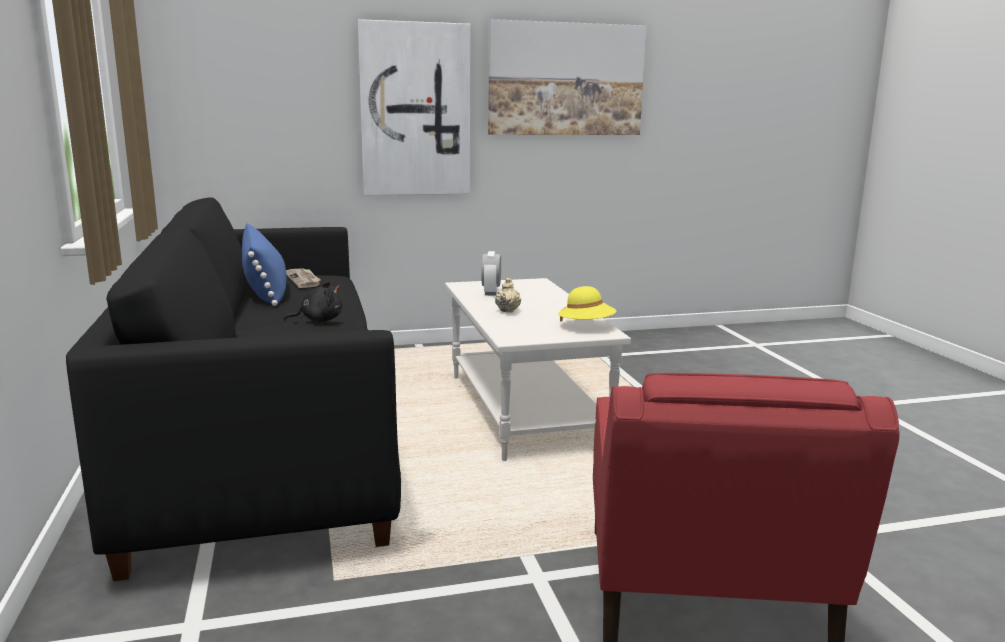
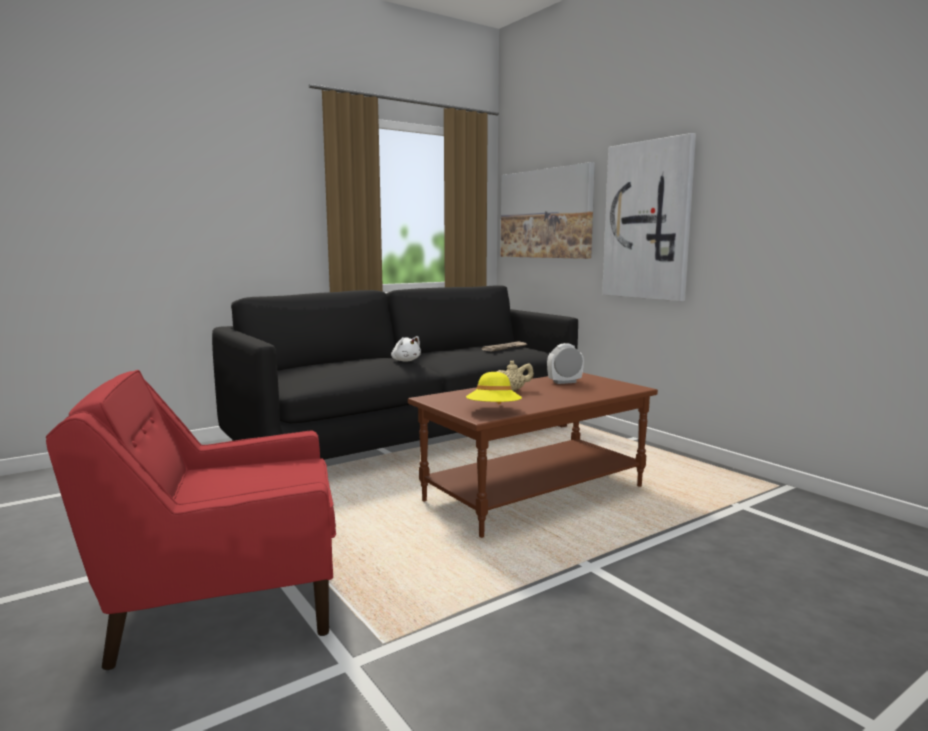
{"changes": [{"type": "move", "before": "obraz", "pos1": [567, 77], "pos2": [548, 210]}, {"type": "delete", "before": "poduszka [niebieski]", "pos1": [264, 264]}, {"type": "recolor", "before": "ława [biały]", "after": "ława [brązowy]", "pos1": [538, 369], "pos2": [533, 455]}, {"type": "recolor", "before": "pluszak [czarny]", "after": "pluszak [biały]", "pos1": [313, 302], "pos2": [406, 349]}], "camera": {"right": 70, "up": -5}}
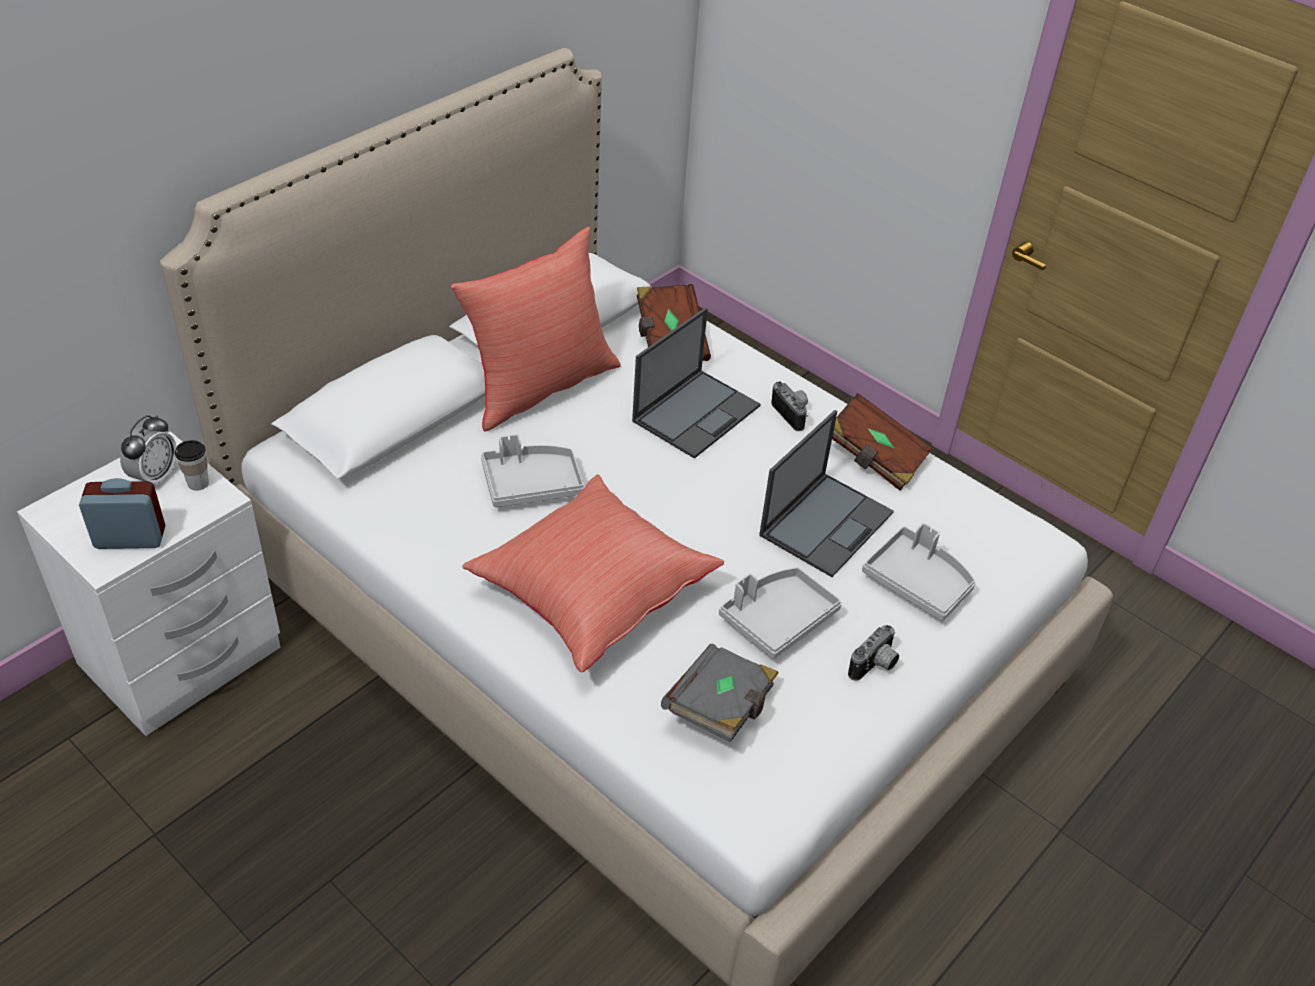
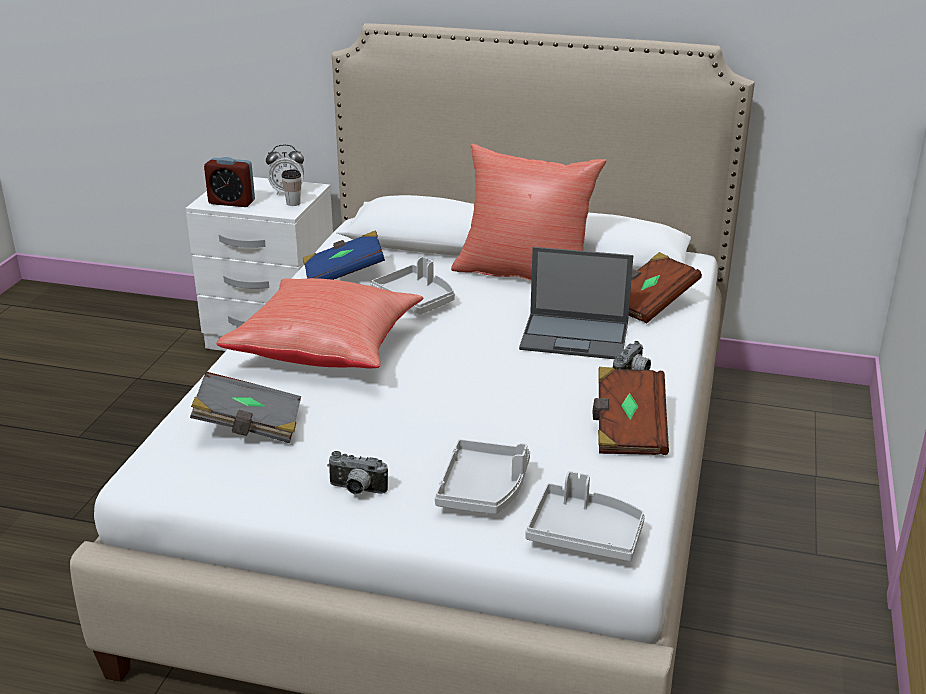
{"changes": [{"type": "delete", "before": "laptop", "pos1": [826, 493]}, {"type": "rotate", "before": "budzik", "pos1": [122, 513], "pos2": [229, 182], "turn": 135}, {"type": "move", "before": "taca [szary]", "pos1": [780, 613], "pos2": [585, 516]}, {"type": "insert", "after": "książka [niebieski]", "pos2": [344, 255]}], "camera": {"right": 65, "up": -15}}
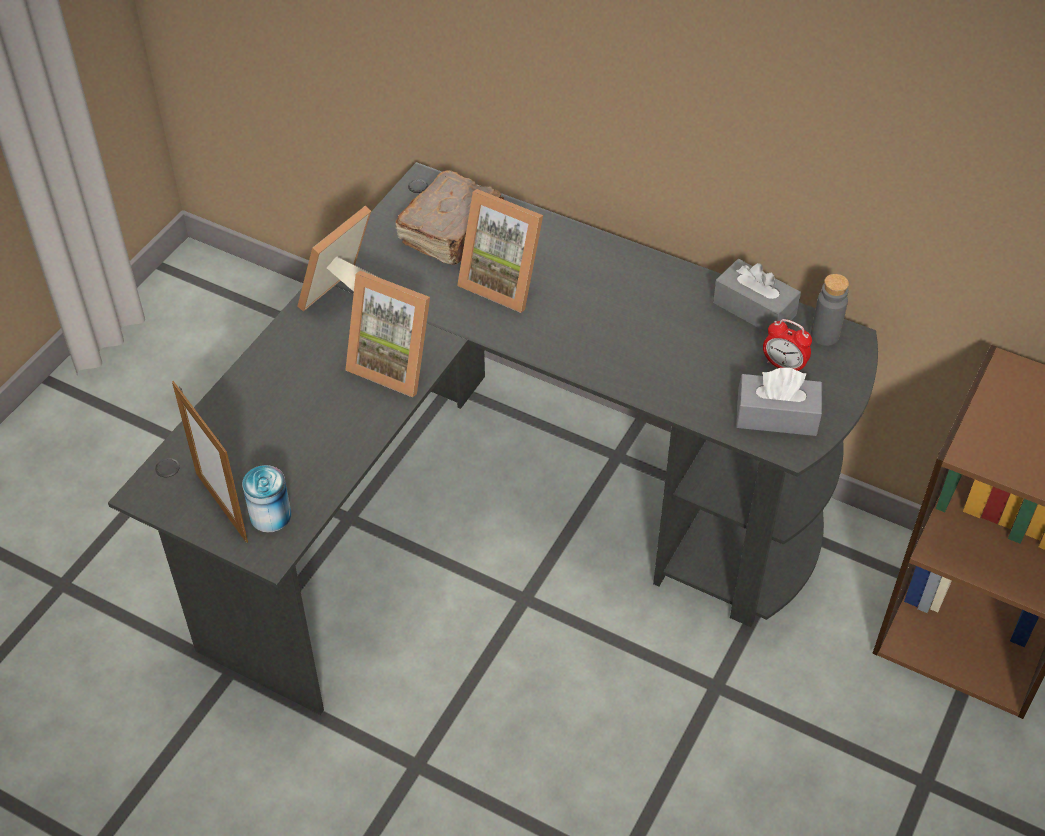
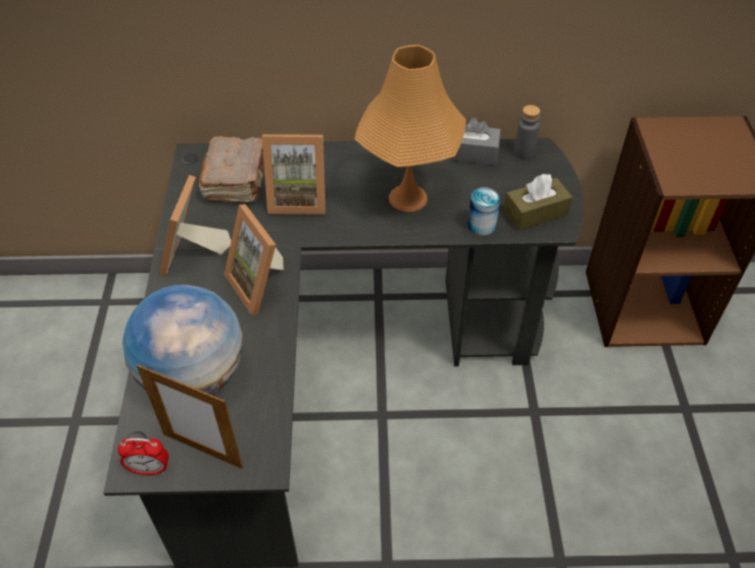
{"changes": [{"type": "rotate", "before": "ramka na zdjęcie", "pos1": [388, 334], "pos2": [254, 259], "turn": 60}, {"type": "move", "before": "budzik", "pos1": [787, 345], "pos2": [143, 456]}, {"type": "recolor", "before": "pudełko chusteczek [szary]", "after": "pudełko chusteczek [brązowy]", "pos1": [779, 402], "pos2": [538, 202]}, {"type": "move", "before": "puszka", "pos1": [266, 499], "pos2": [484, 211]}, {"type": "insert", "after": "lampa stołowa [pomarańczowy]", "pos2": [410, 128]}, {"type": "insert", "after": "globus", "pos2": [182, 339]}], "camera": {"right": -30, "up": 0}}
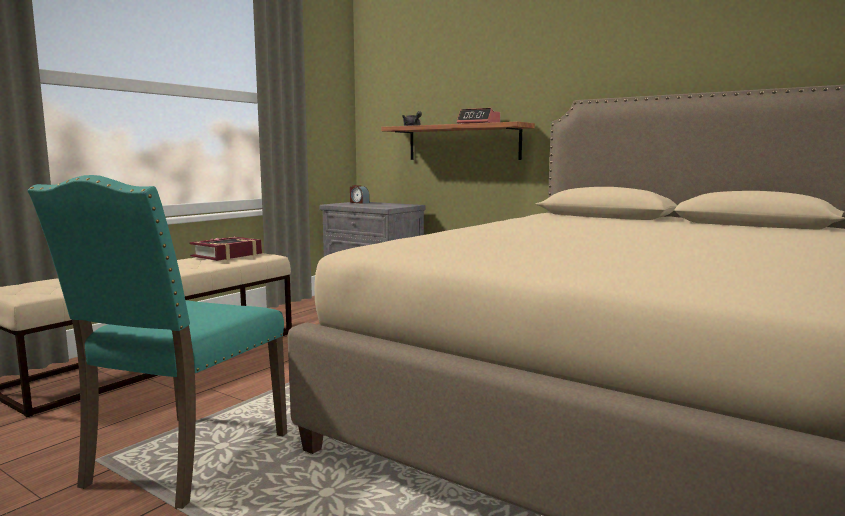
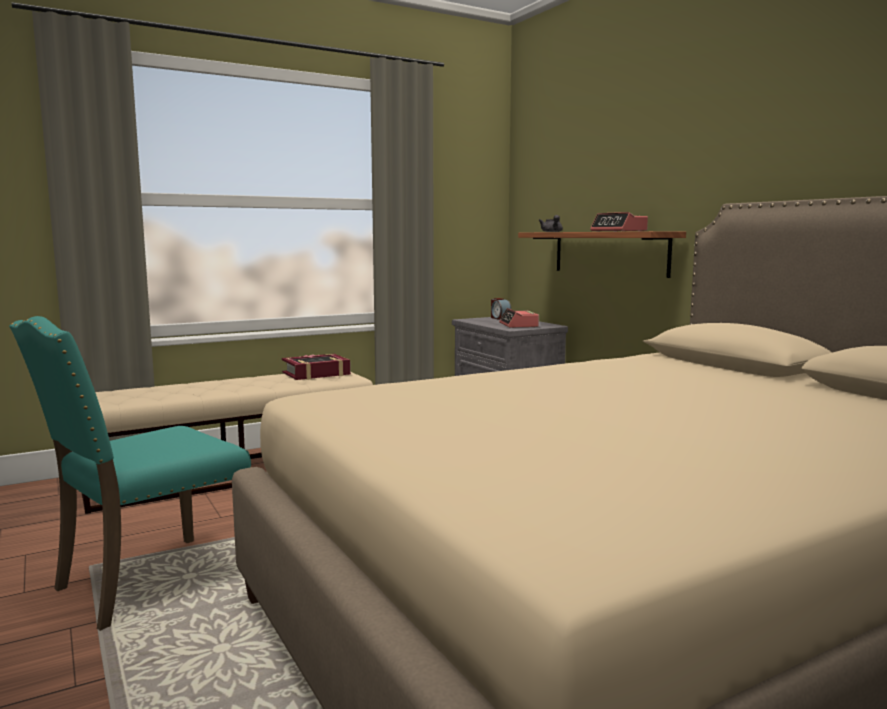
{"changes": [{"type": "insert", "after": "budzik", "pos2": [519, 318]}], "camera": {"right": 25, "up": 0}}
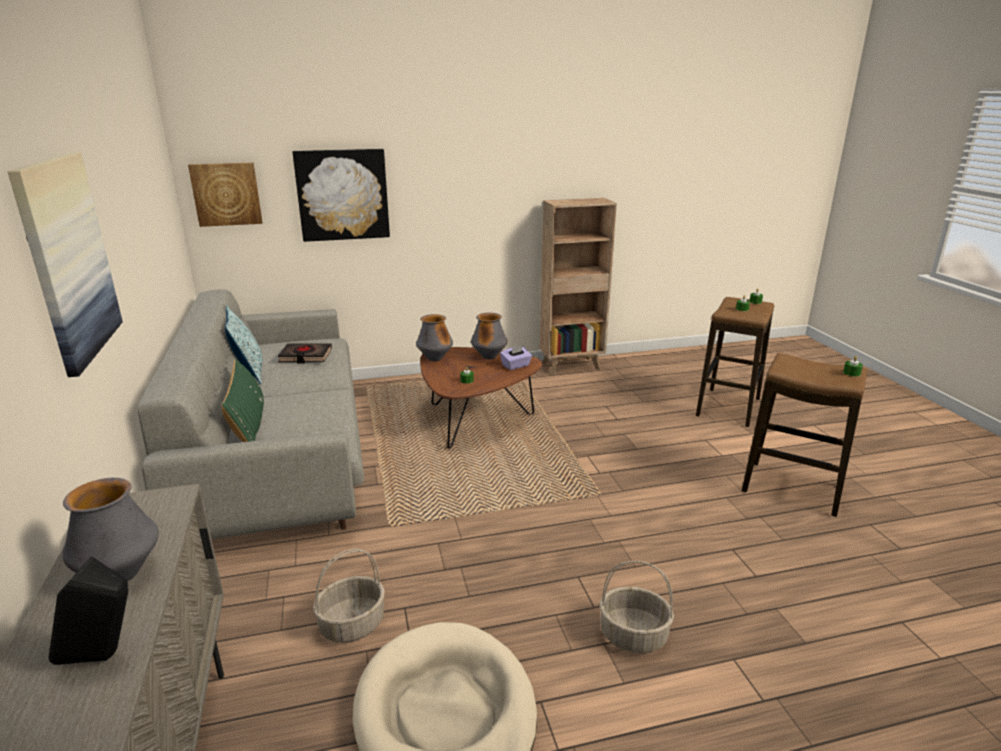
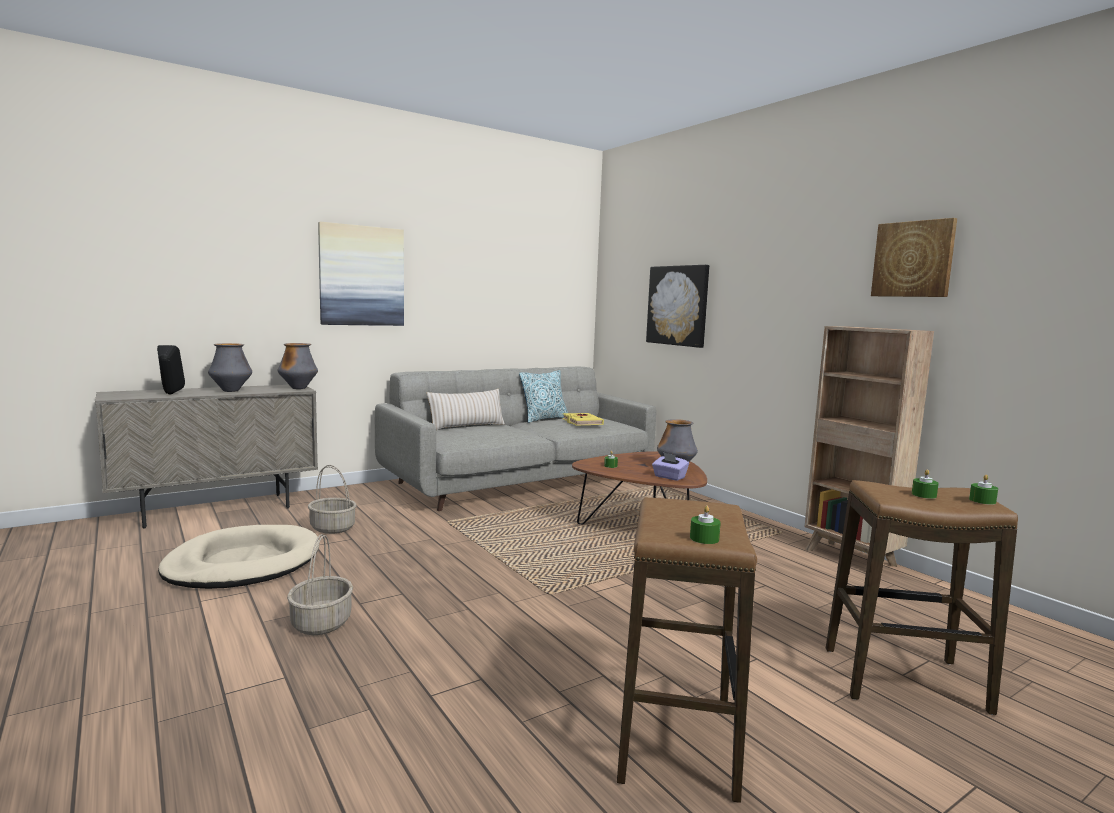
{"changes": [{"type": "move", "before": "obraz", "pos1": [225, 195], "pos2": [914, 257]}, {"type": "move", "before": "wazon", "pos1": [434, 338], "pos2": [298, 366]}, {"type": "recolor", "before": "książka [czarny]", "after": "książka [żółty]", "pos1": [305, 353], "pos2": [583, 419]}, {"type": "recolor", "before": "poduszka [zielony]", "after": "poduszka [beżowy]", "pos1": [242, 400], "pos2": [466, 409]}], "camera": {"right": 70, "up": -15}}
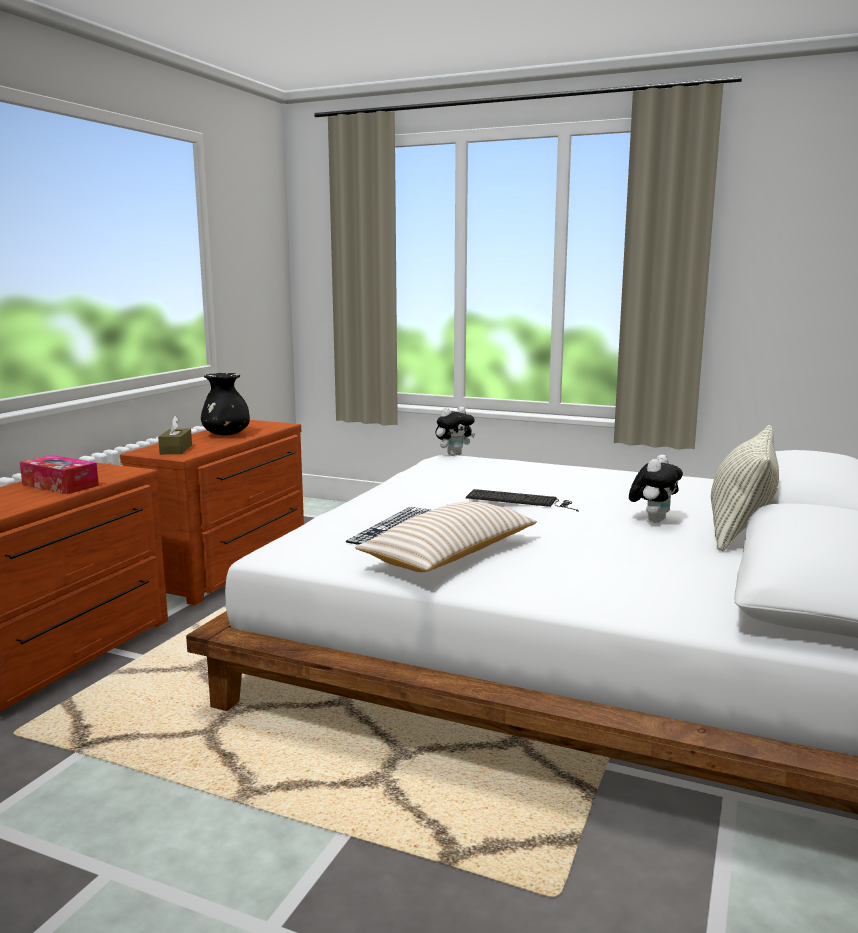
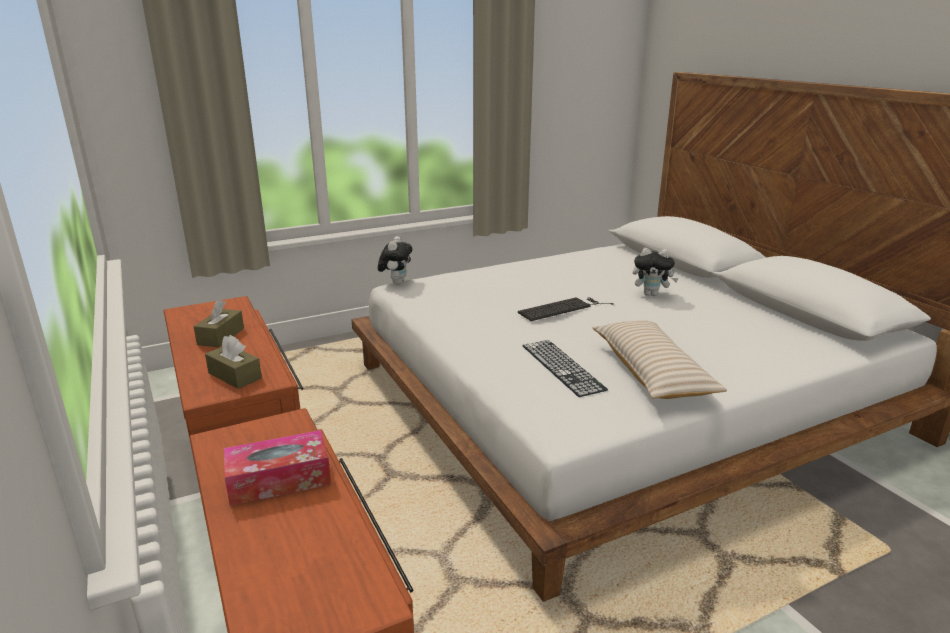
{"changes": [{"type": "replace", "before": "wazon [czarny]", "after": "pudełko chusteczek [brązowy]", "pos1": [225, 404], "pos2": [219, 323]}, {"type": "delete", "before": "poduszka", "pos1": [745, 488]}, {"type": "rotate", "before": "pluszak", "pos1": [656, 489], "pos2": [656, 272], "turn": 120}], "camera": {"right": -50, "up": 10}}
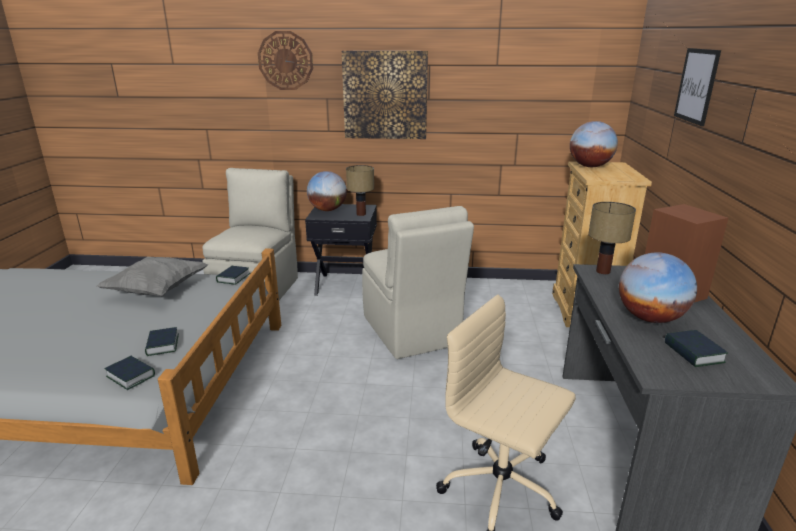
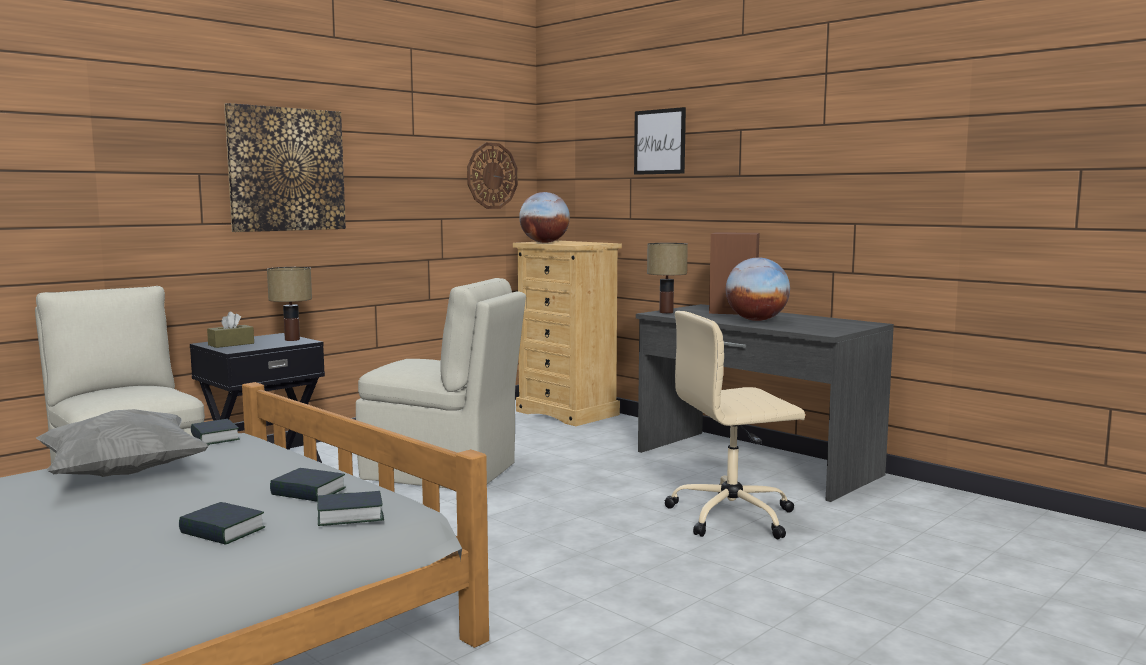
{"changes": [{"type": "move", "before": "zegar ścienny", "pos1": [285, 60], "pos2": [492, 176]}, {"type": "replace", "before": "globus", "after": "pudełko chusteczek [brązowy]", "pos1": [327, 191], "pos2": [230, 330]}, {"type": "move", "before": "książka", "pos1": [696, 348], "pos2": [222, 523]}], "camera": {"right": -50, "up": -15}}
